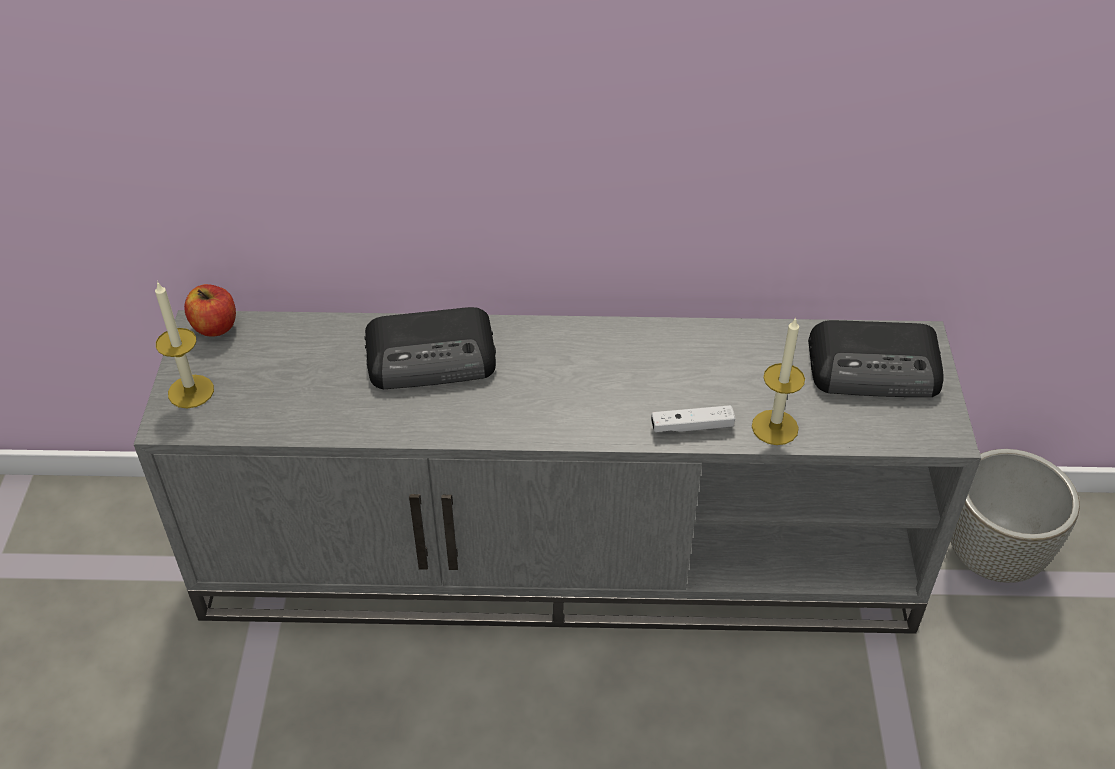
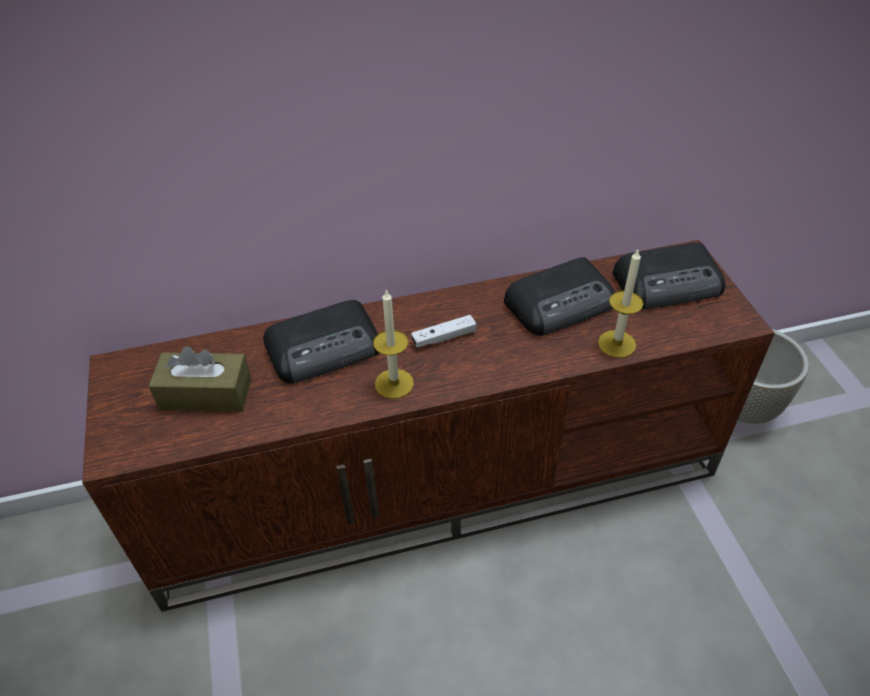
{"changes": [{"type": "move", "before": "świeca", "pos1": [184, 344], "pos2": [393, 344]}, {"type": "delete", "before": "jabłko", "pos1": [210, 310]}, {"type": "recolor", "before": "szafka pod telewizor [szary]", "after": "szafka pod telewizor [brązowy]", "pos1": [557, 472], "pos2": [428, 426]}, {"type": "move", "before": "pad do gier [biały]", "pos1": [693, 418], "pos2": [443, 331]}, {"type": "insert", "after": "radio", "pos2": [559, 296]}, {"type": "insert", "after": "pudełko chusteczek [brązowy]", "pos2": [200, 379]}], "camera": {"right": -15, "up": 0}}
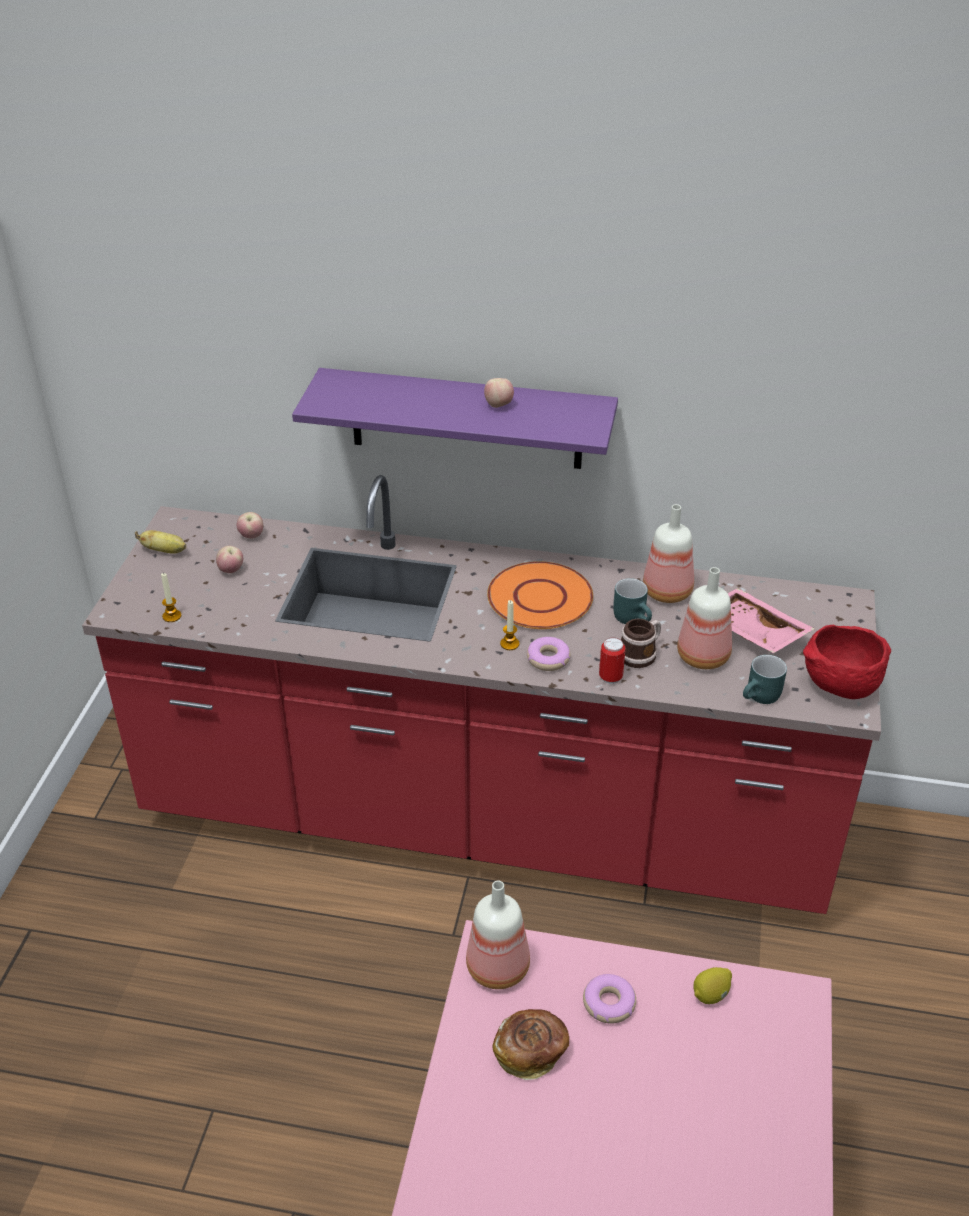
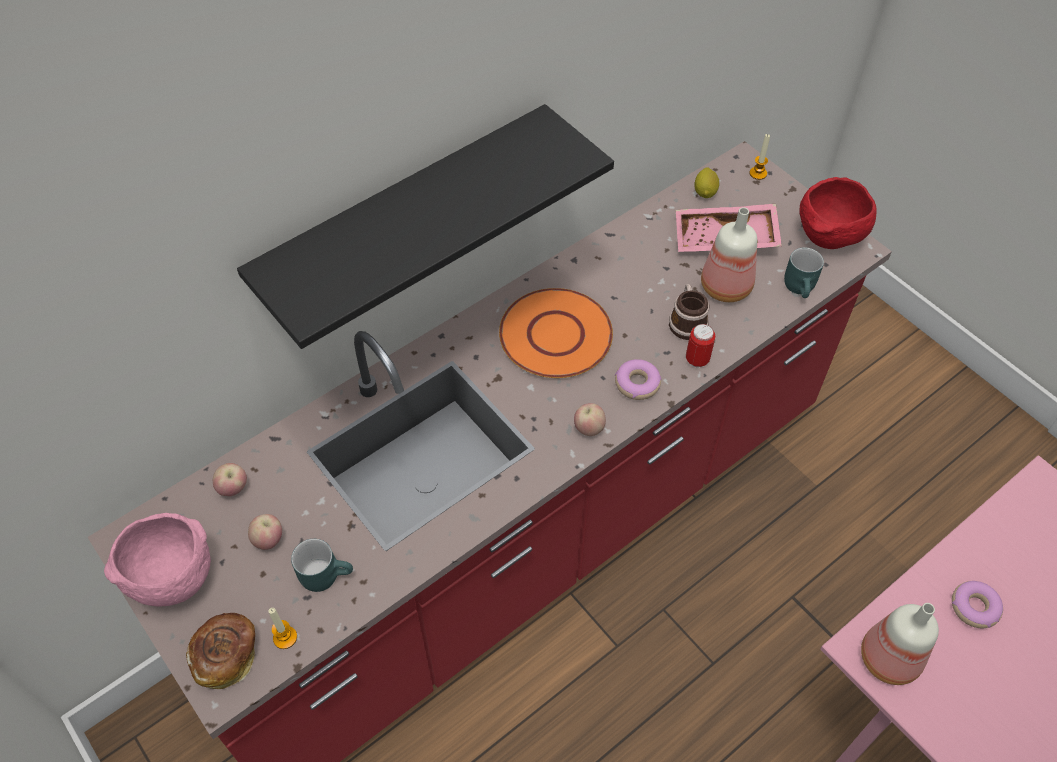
{"changes": [{"type": "recolor", "before": "półka [fioletowy]", "after": "półka [czarny]", "pos1": [455, 418], "pos2": [425, 226]}, {"type": "move", "before": "jabłko", "pos1": [499, 393], "pos2": [590, 419]}, {"type": "delete", "before": "butelka", "pos1": [668, 553]}, {"type": "replace", "before": "banan", "after": "miska [różowy]", "pos1": [160, 542], "pos2": [157, 559]}, {"type": "move", "before": "kubek [turkusowy]", "pos1": [632, 601], "pos2": [322, 565]}, {"type": "move", "before": "świeca", "pos1": [509, 625], "pos2": [759, 157]}, {"type": "move", "before": "cytryna", "pos1": [712, 985], "pos2": [707, 183]}, {"type": "move", "before": "chleb", "pos1": [530, 1044], "pos2": [220, 651]}], "camera": {"right": -50, "up": 15}}
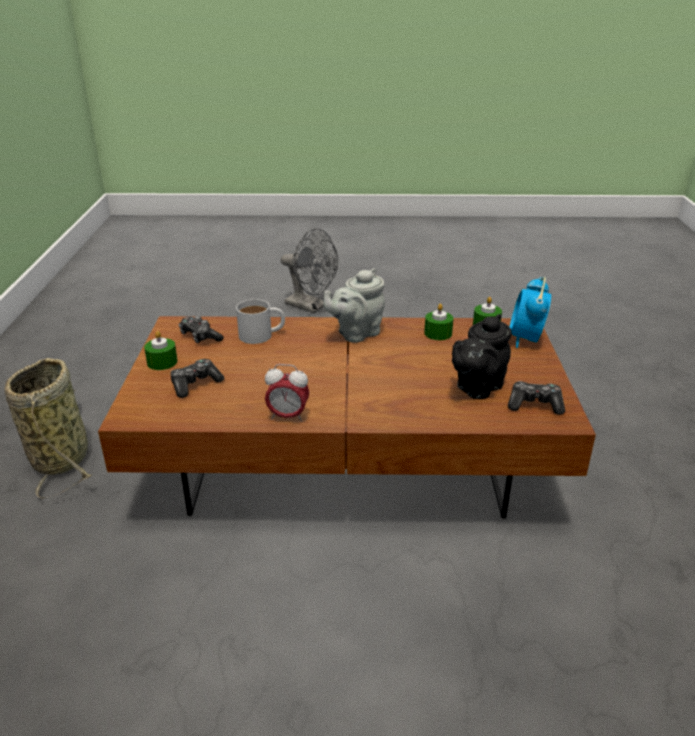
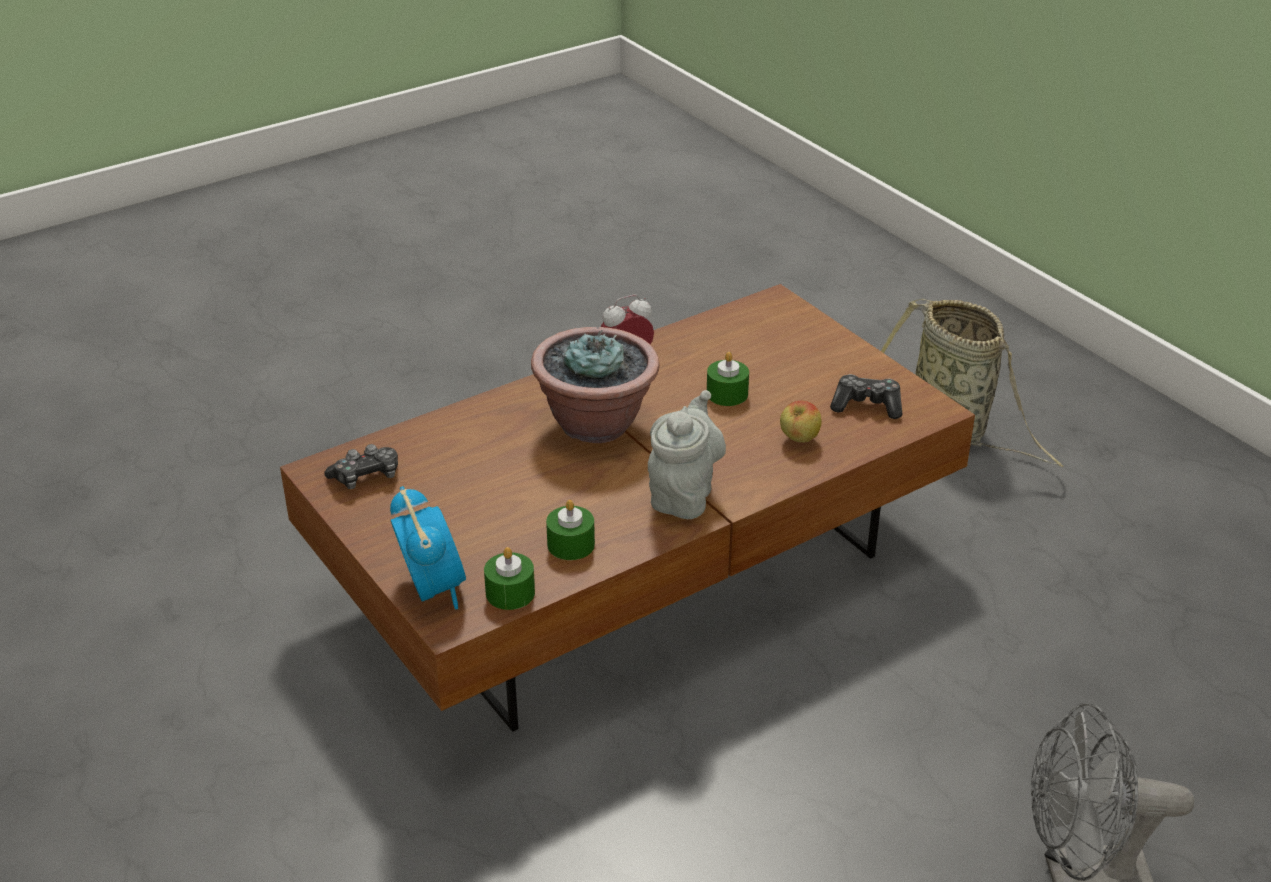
{"changes": [{"type": "replace", "before": "kubek [biały]", "after": "jabłko", "pos1": [260, 321], "pos2": [801, 422]}, {"type": "delete", "before": "imbryk [czarny]", "pos1": [482, 356]}, {"type": "move", "before": "świeca [zielony]", "pos1": [160, 350], "pos2": [728, 379]}, {"type": "delete", "before": "pad do gier", "pos1": [197, 378]}, {"type": "insert", "after": "roślina doniczkowa", "pos2": [595, 385]}], "camera": {"right": 145, "up": 5}}
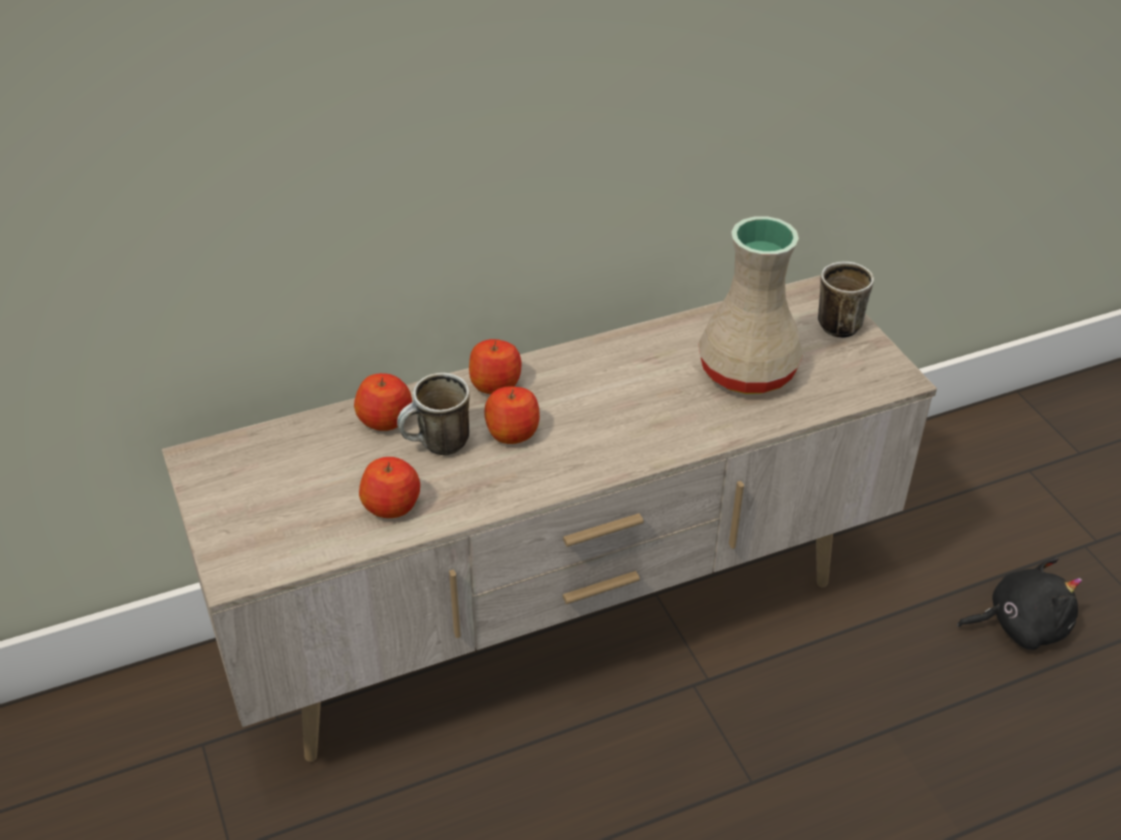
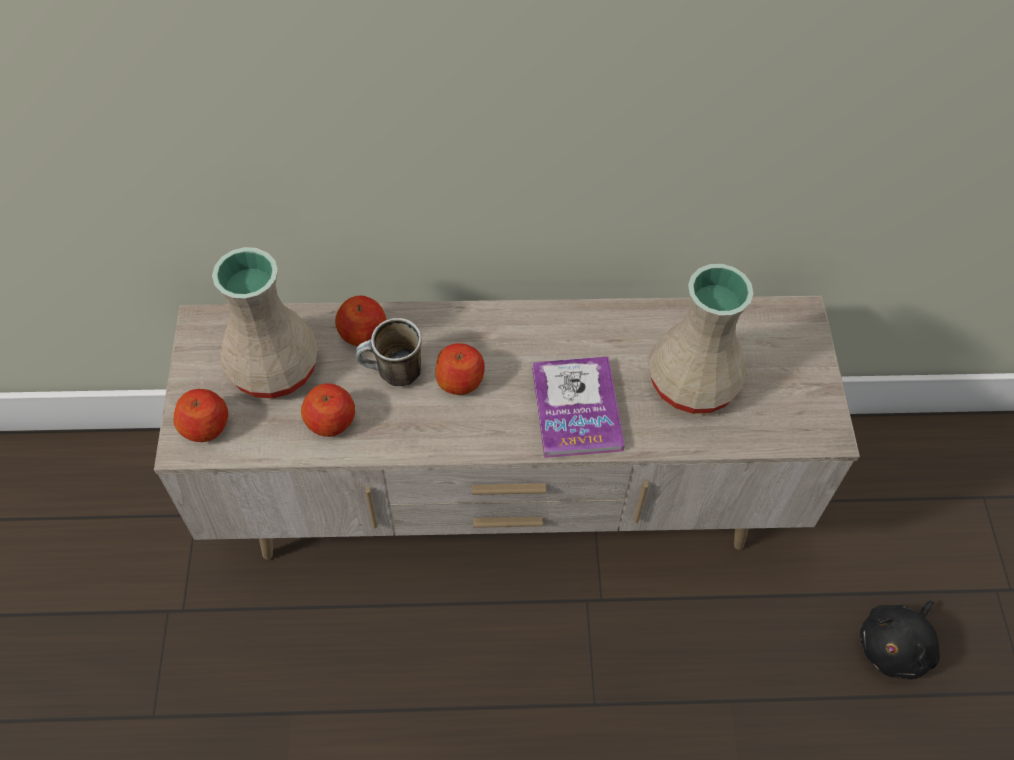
{"changes": [{"type": "delete", "before": "kubek", "pos1": [846, 300]}, {"type": "move", "before": "jabłko", "pos1": [495, 366], "pos2": [200, 415]}, {"type": "rotate", "before": "pluszak [czarny]", "pos1": [1019, 603], "pos2": [900, 640], "turn": 120}, {"type": "insert", "after": "wazon [beżowy]", "pos2": [265, 322]}, {"type": "insert", "after": "książka", "pos2": [578, 407]}], "camera": {"right": 20, "up": 15}}
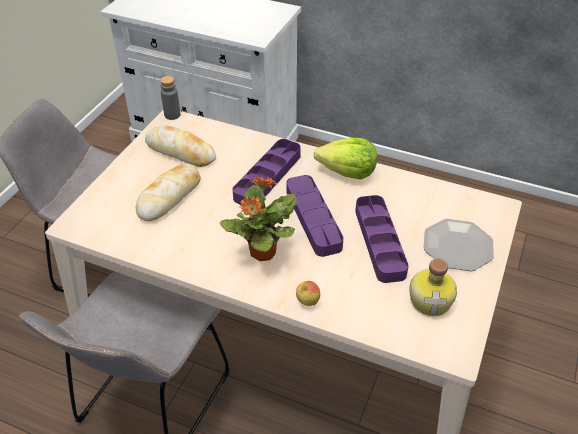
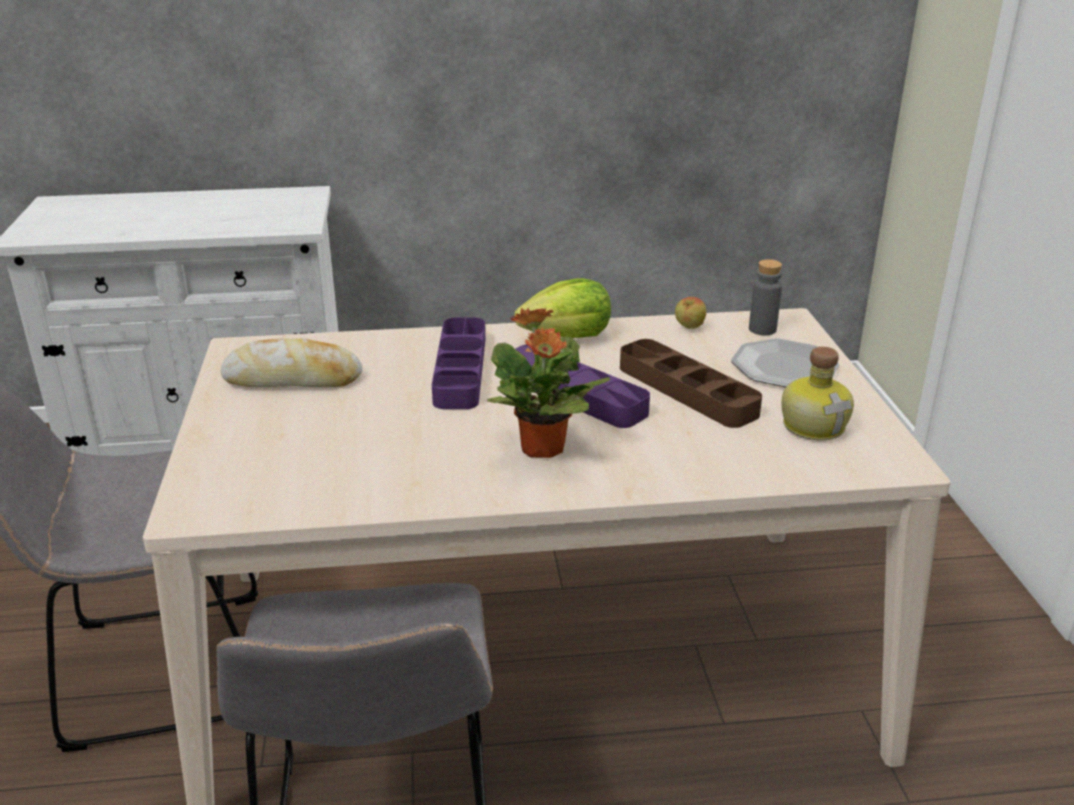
{"changes": [{"type": "move", "before": "butelka [szary]", "pos1": [170, 98], "pos2": [765, 297]}, {"type": "delete", "before": "chleb", "pos1": [168, 192]}, {"type": "recolor", "before": "taca [fioletowy]", "after": "taca [brązowy]", "pos1": [382, 239], "pos2": [691, 383]}, {"type": "move", "before": "jabłko", "pos1": [308, 293], "pos2": [690, 313]}], "camera": {"right": -30, "up": -15}}
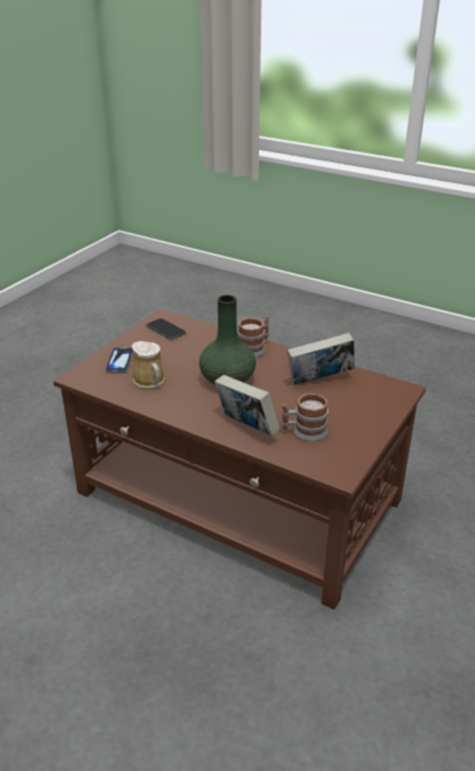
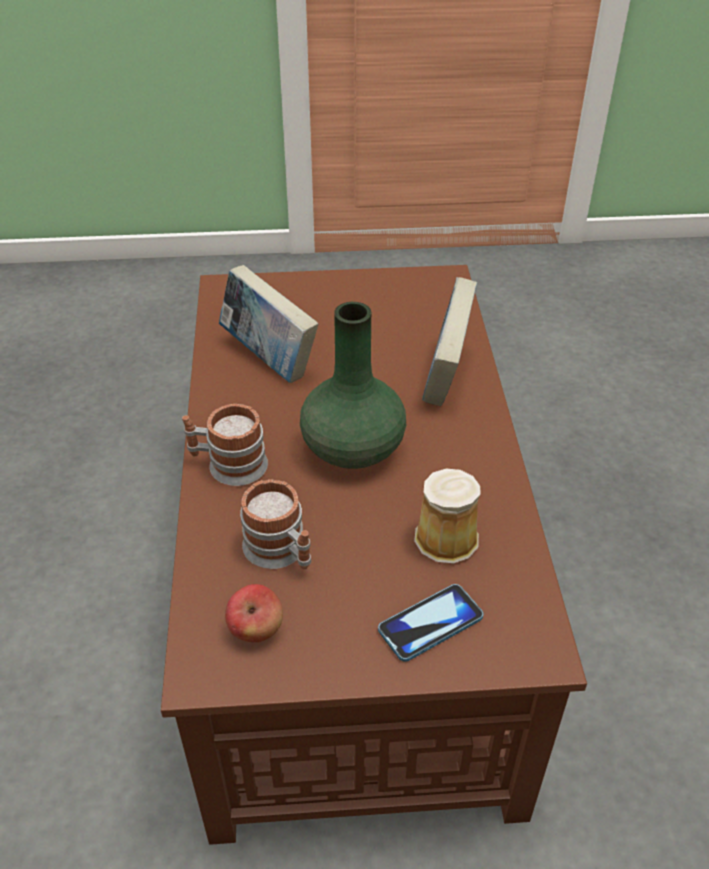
{"changes": [{"type": "replace", "before": "telefon", "after": "jabłko", "pos1": [166, 329], "pos2": [254, 613]}, {"type": "move", "before": "kubek", "pos1": [305, 417], "pos2": [275, 524]}], "camera": {"right": -125, "up": 10}}
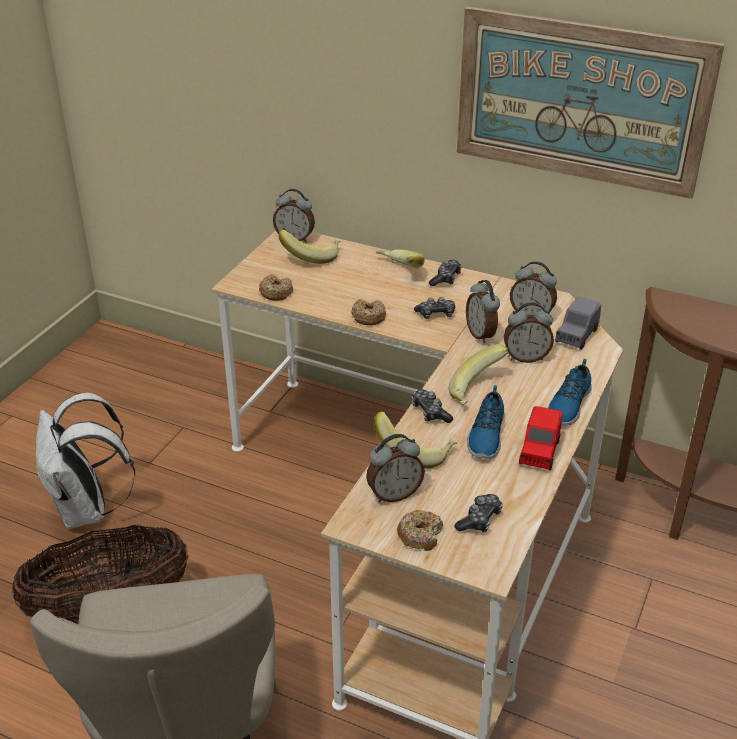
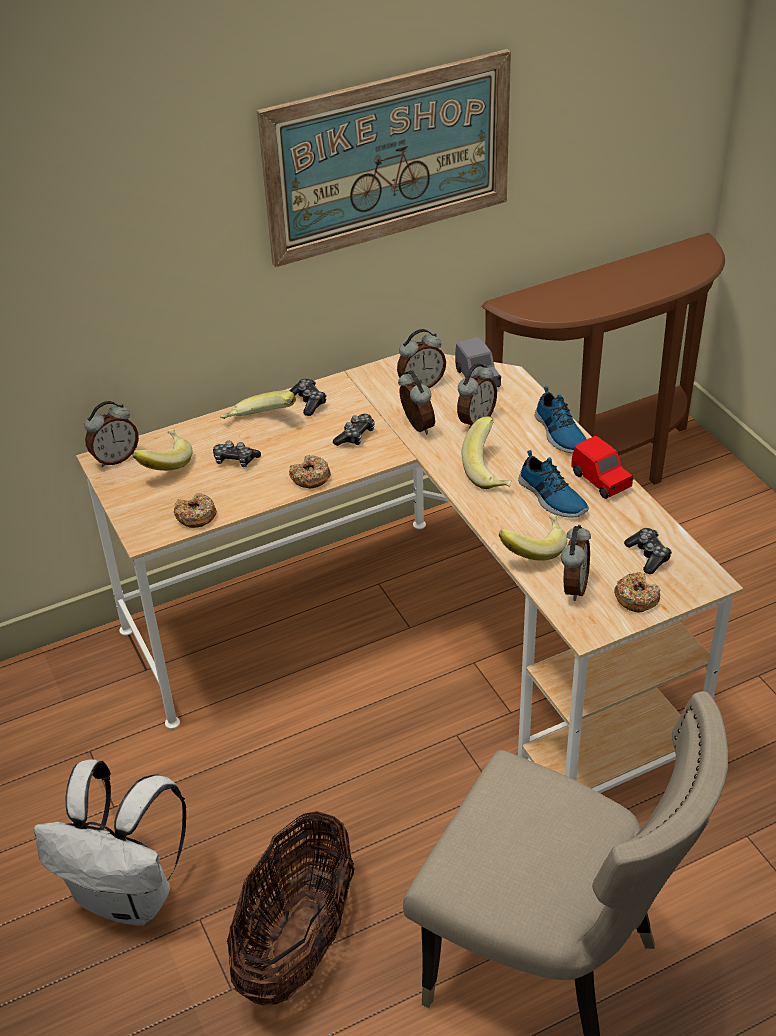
{"changes": [{"type": "rotate", "before": "budzik", "pos1": [483, 311], "pos2": [416, 402], "turn": -135}, {"type": "move", "before": "pad do gier", "pos1": [432, 406], "pos2": [237, 454]}], "camera": {"right": -50, "up": 5}}
